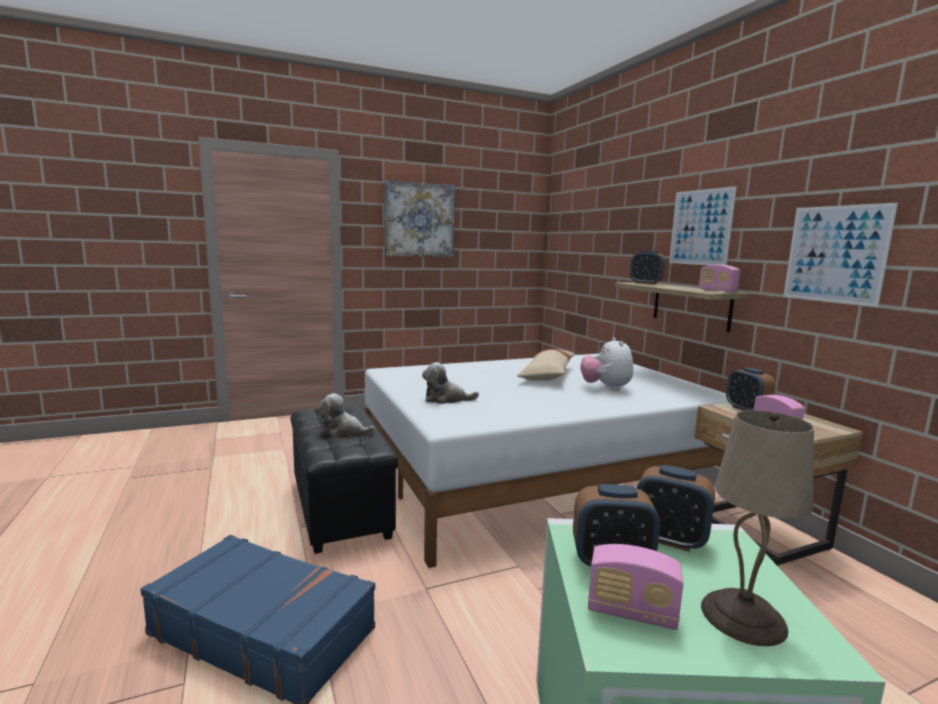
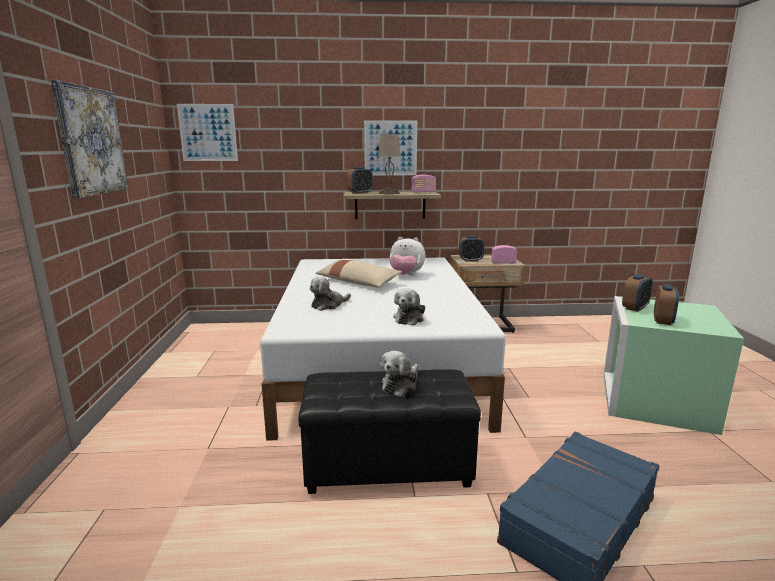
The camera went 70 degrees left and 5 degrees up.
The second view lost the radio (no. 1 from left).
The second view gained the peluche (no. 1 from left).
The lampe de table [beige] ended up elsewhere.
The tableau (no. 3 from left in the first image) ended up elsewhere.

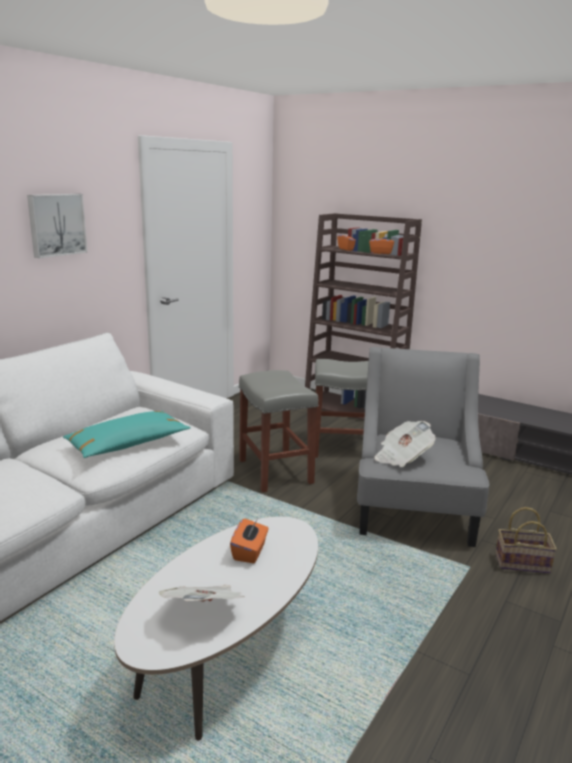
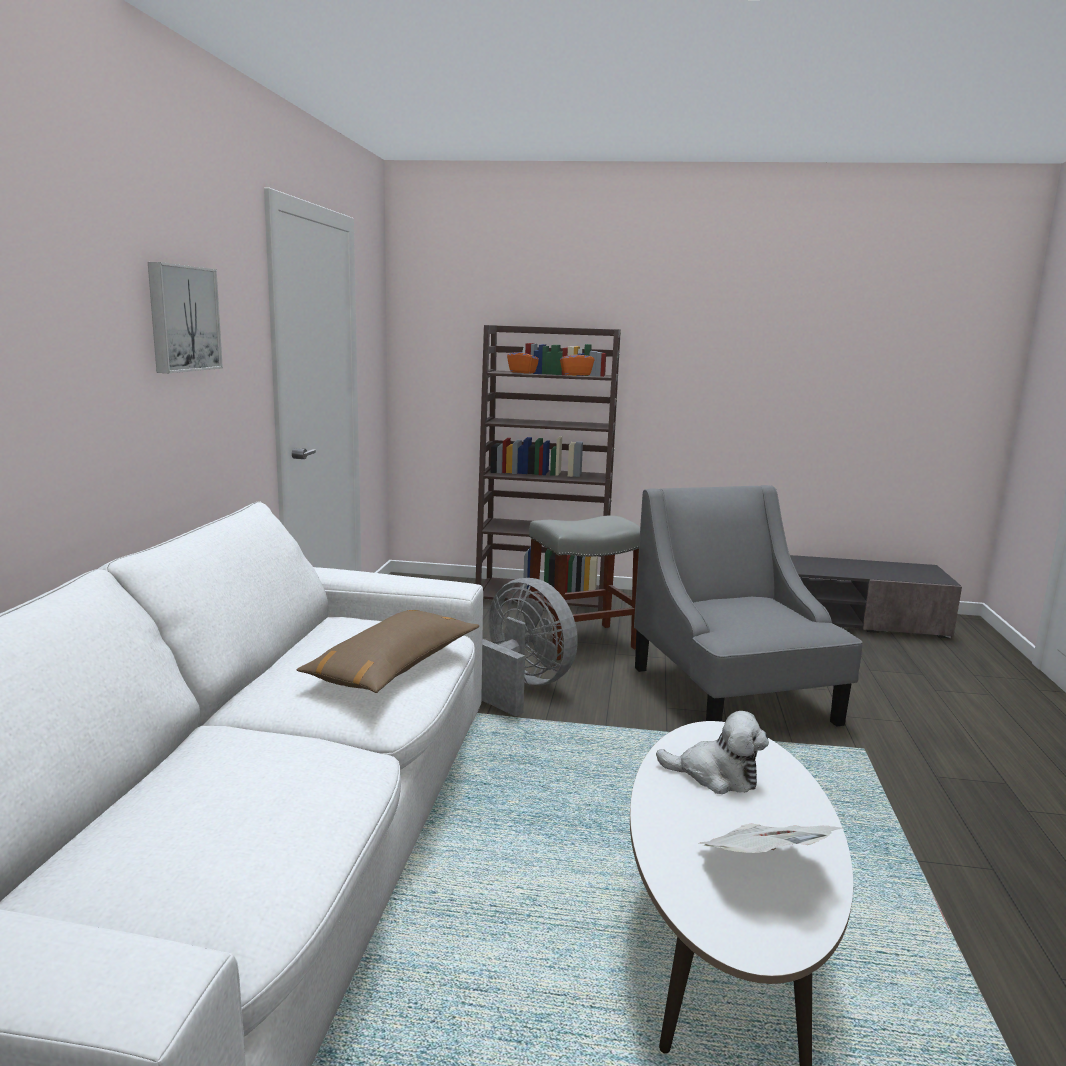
The camera went 25 degrees left and 5 degrees down.
The second view lost the journal (no. 2 from left).
The second view lost the panier.
Where the boîte à mouchoirs [orange] (no. 1 from left) stood, the peluche came to stand.
Where the tabouret [gris] (no. 1 from left) stood, the ventilateur [gris] came to stand.
What was the coussin [turquoise] turned into the coussin [marron].

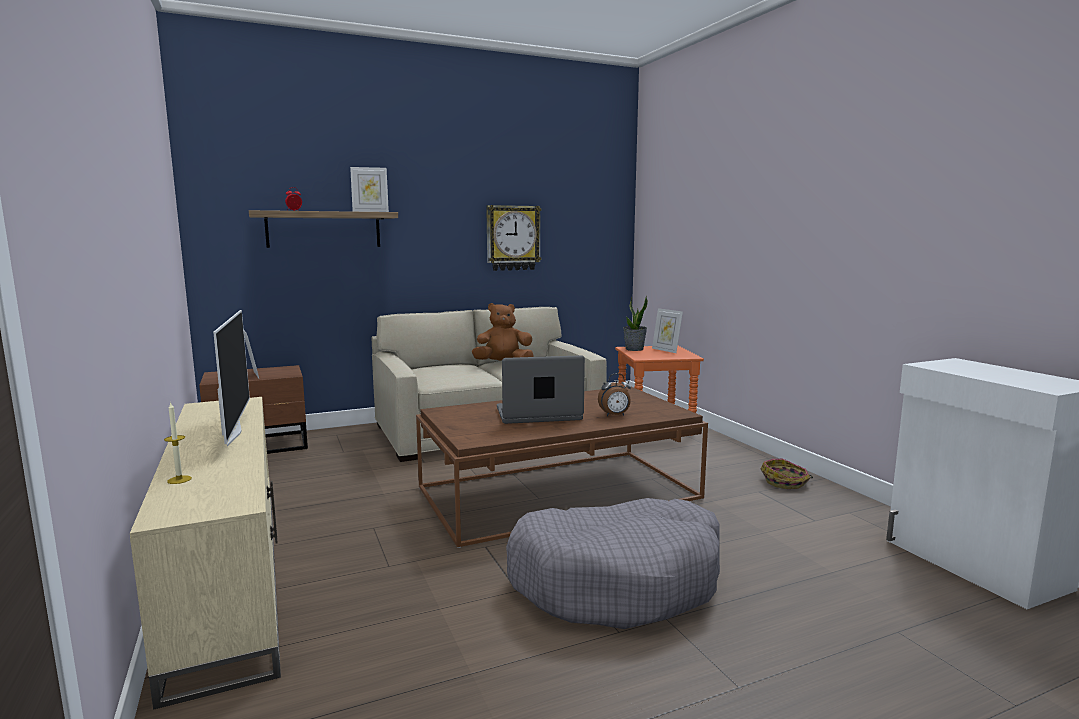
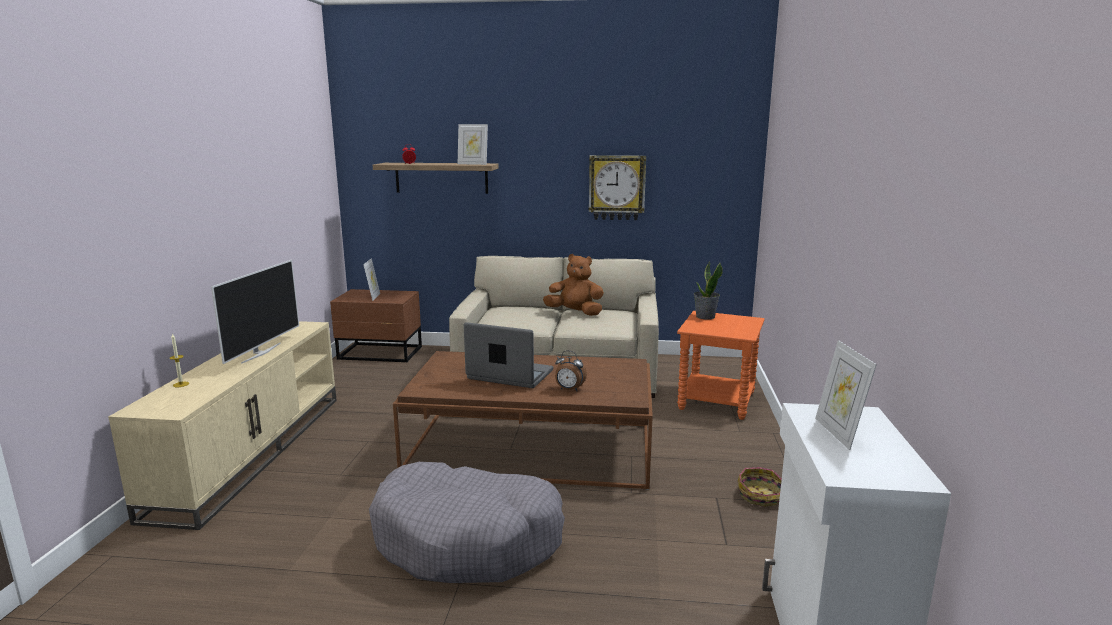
The camera went 30 degrees right and 5 degrees up.
The cadre photo (no. 3 from left) ended up elsewhere.

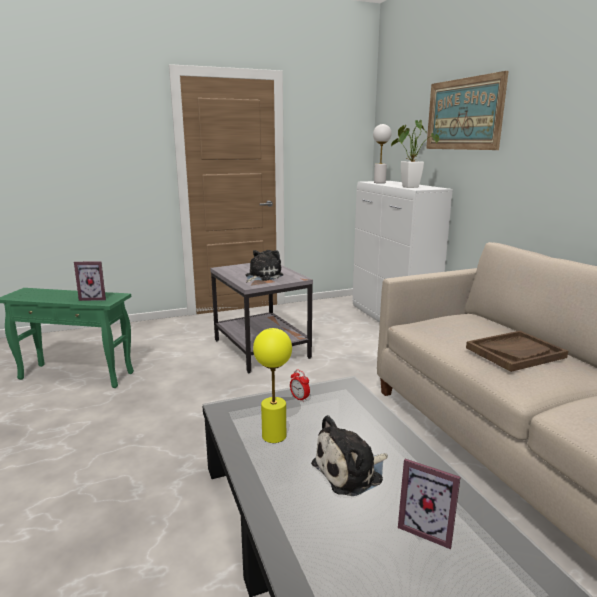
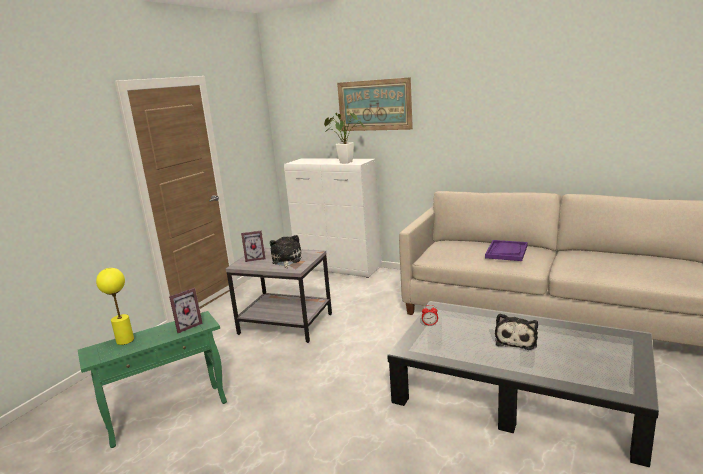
The camera went 40 degrees left and 0 degrees up.
The second view lost the lampe de table [blanc].
The lampe de table [jaune] ended up elsewhere.
The cadre photo (no. 2 from left) ended up elsewhere.
What was the plateau [marron] turned into the plateau [violet].

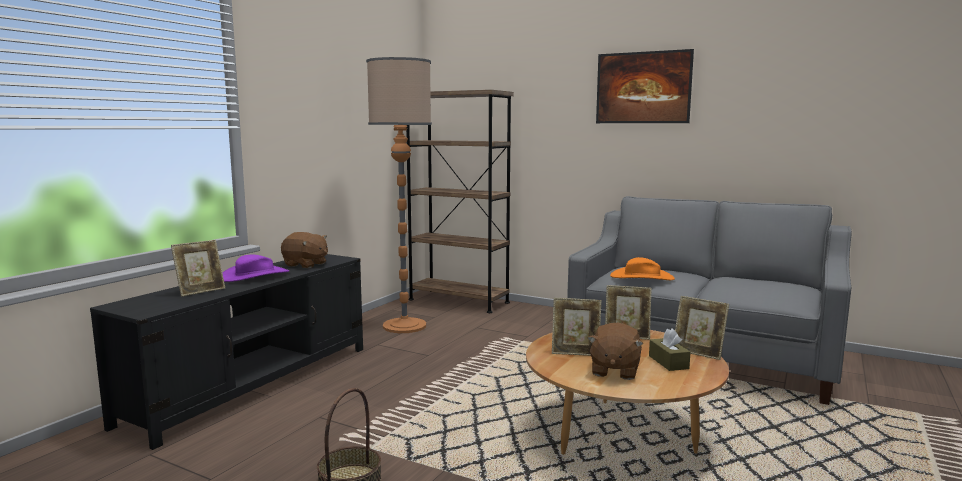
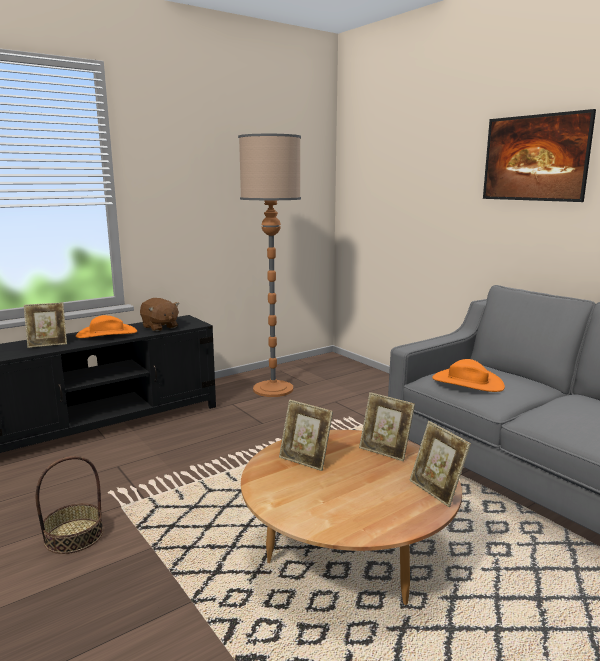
The camera went 25 degrees right and 5 degrees up.
The second view lost the bibliothèque [marron].
The second view lost the peluche [marron] (no. 2 from left).
The second view lost the boîte à mouchoirs [marron].
What was the chapeau [violet] turned into the chapeau [orange] (no. 1 from left).

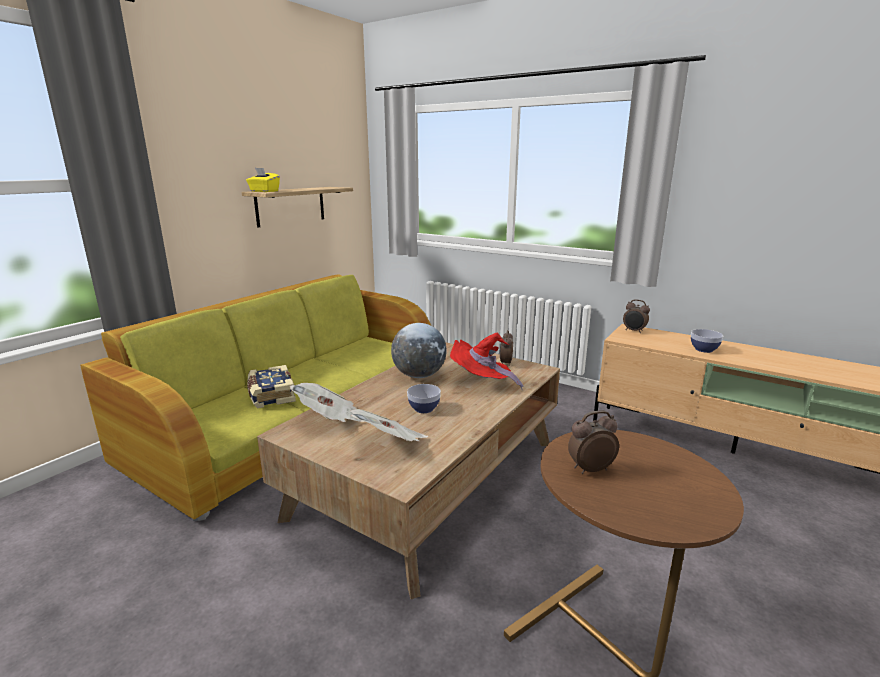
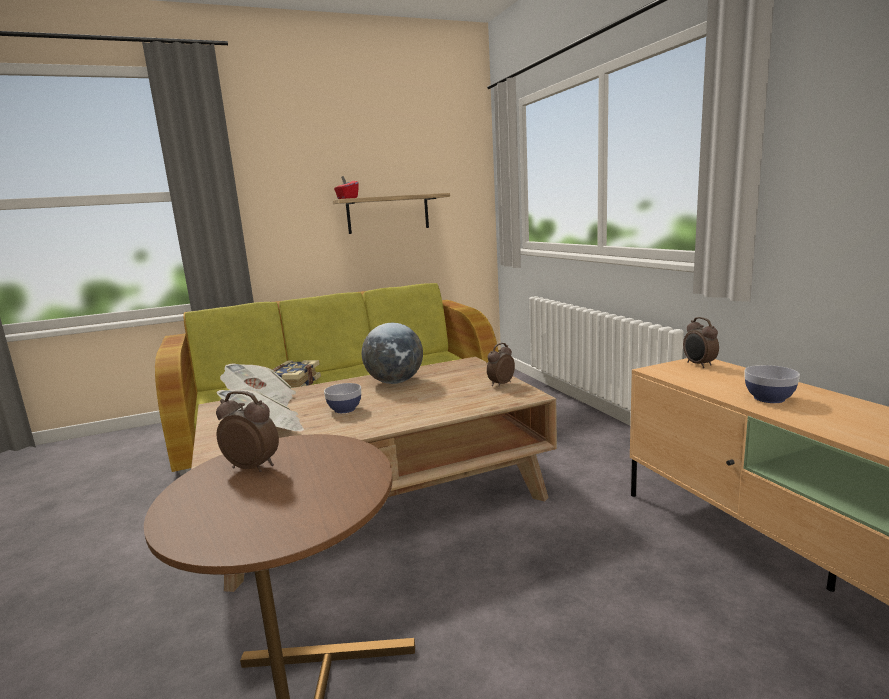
The camera went 35 degrees right and 5 degrees down.
The second view lost the chapeau [rouge].
What was the boîte à mouchoirs [jaune] turned into the boîte à mouchoirs [rouge].

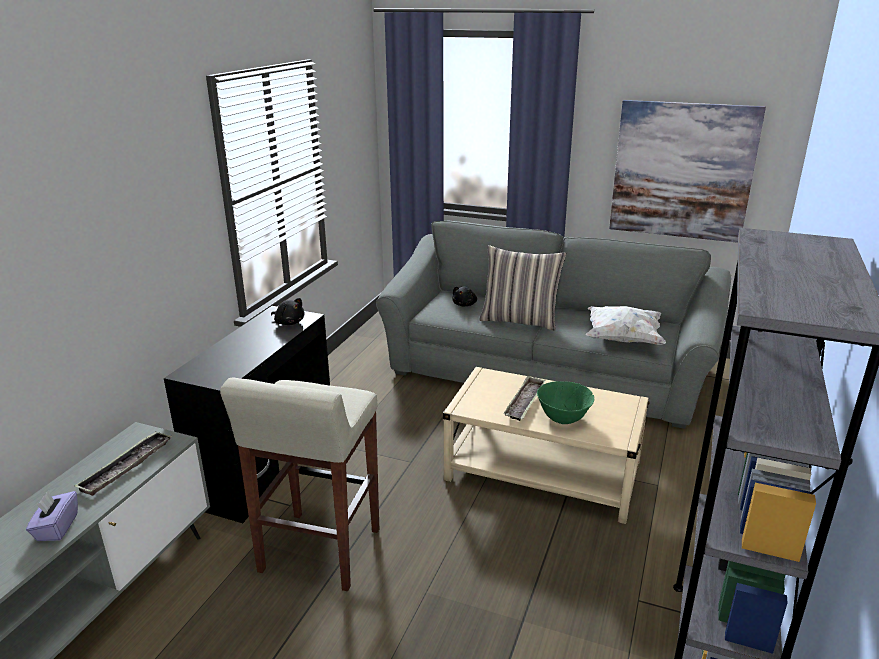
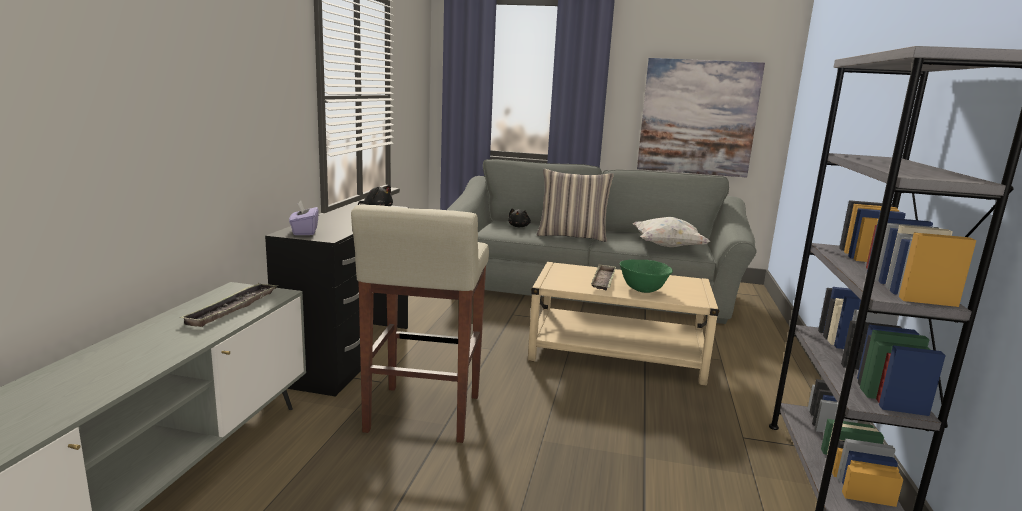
The camera went 10 degrees left and 10 degrees down.
The boîte à mouchoirs [violet] ended up elsewhere.

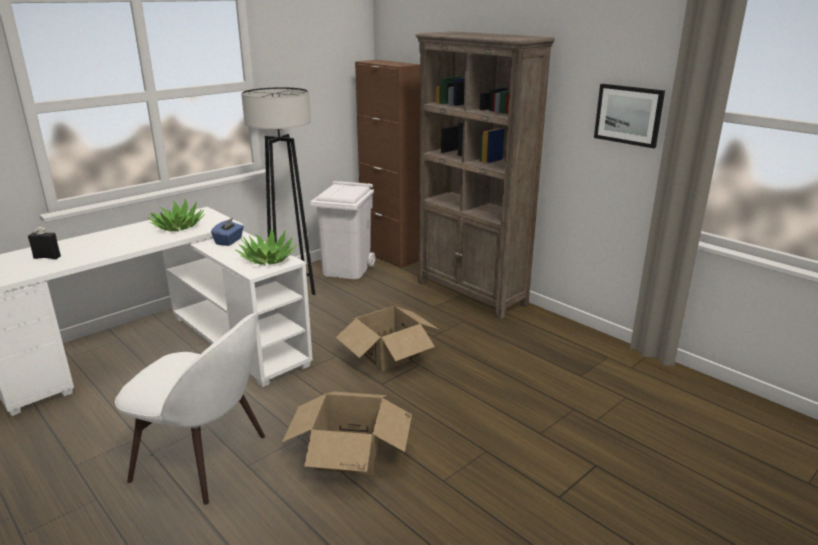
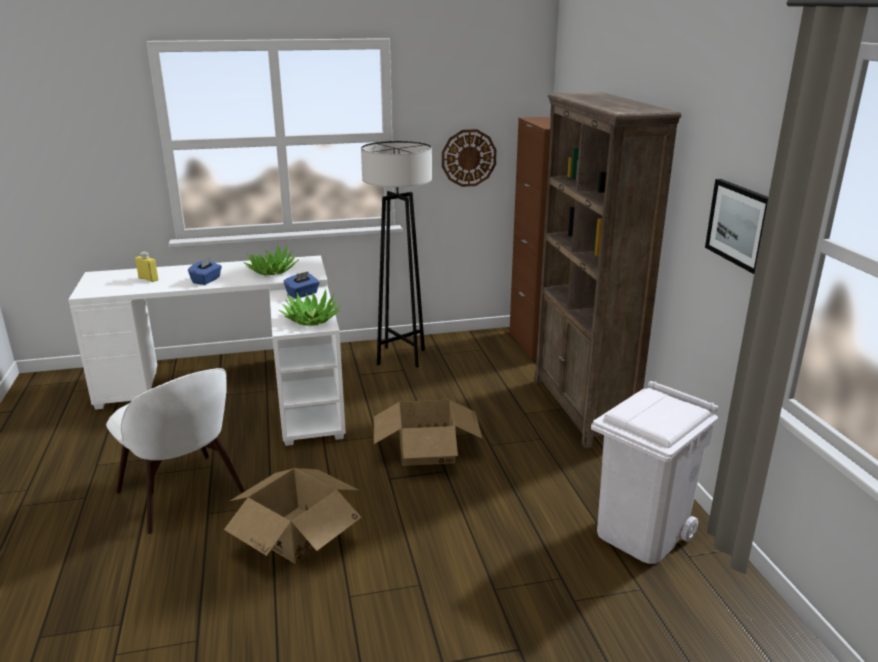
The camera went 30 degrees right and 0 degrees up.
The second view gained the boîte à mouchoirs [bleu] (no. 1 from left).
The second view gained the horloge murale.
The poubelle [blanc] ended up elsewhere.
What was the bouteille [noir] turned into the bouteille [jaune].

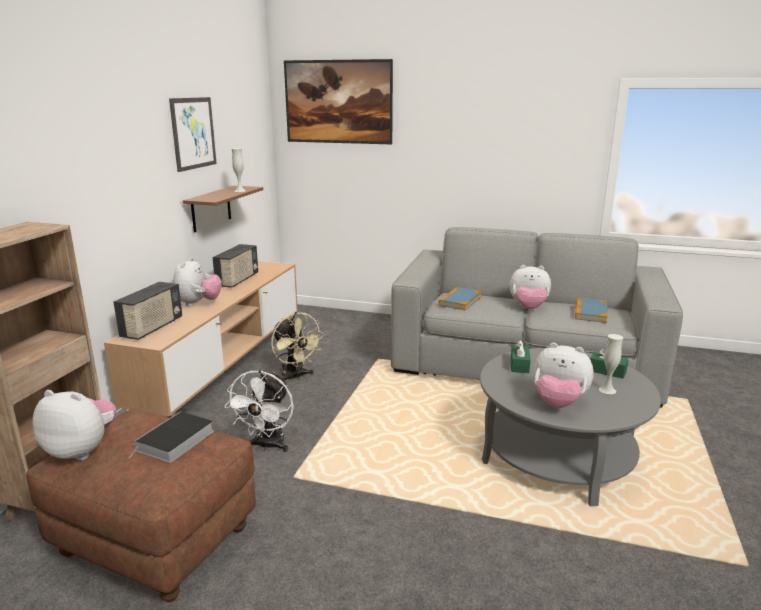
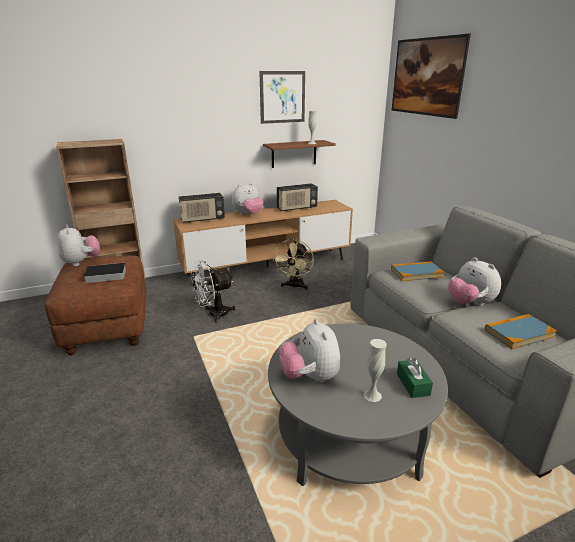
The camera went 50 degrees right and 5 degrees up.
The second view lost the boîte à mouchoirs [vert] (no. 1 from left).

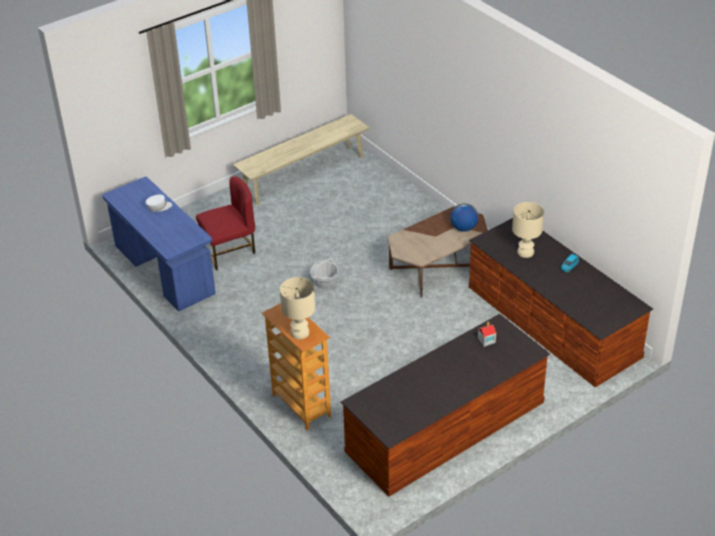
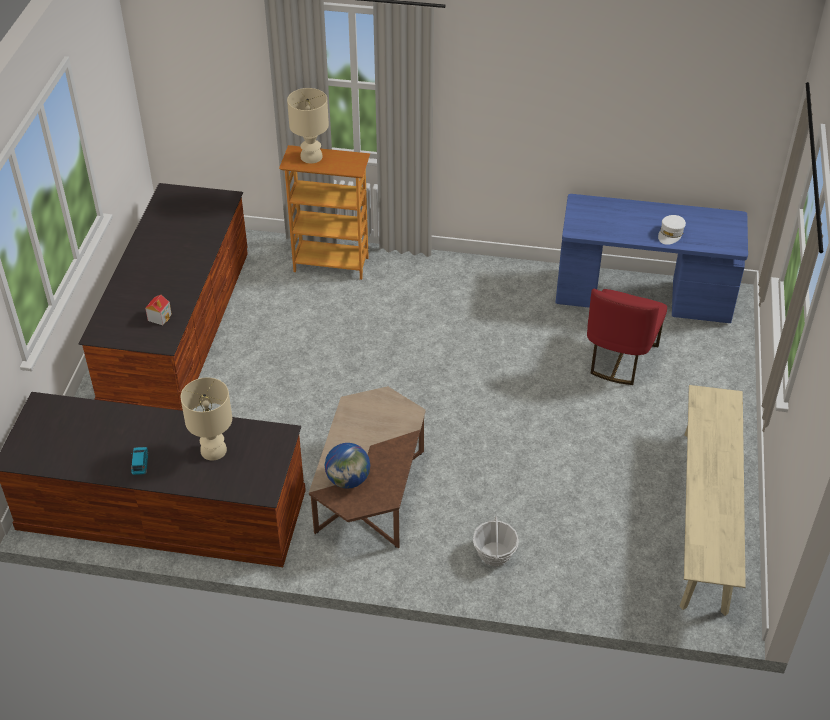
The camera went 135 degrees right and 5 degrees up.
The panier ended up elsewhere.

